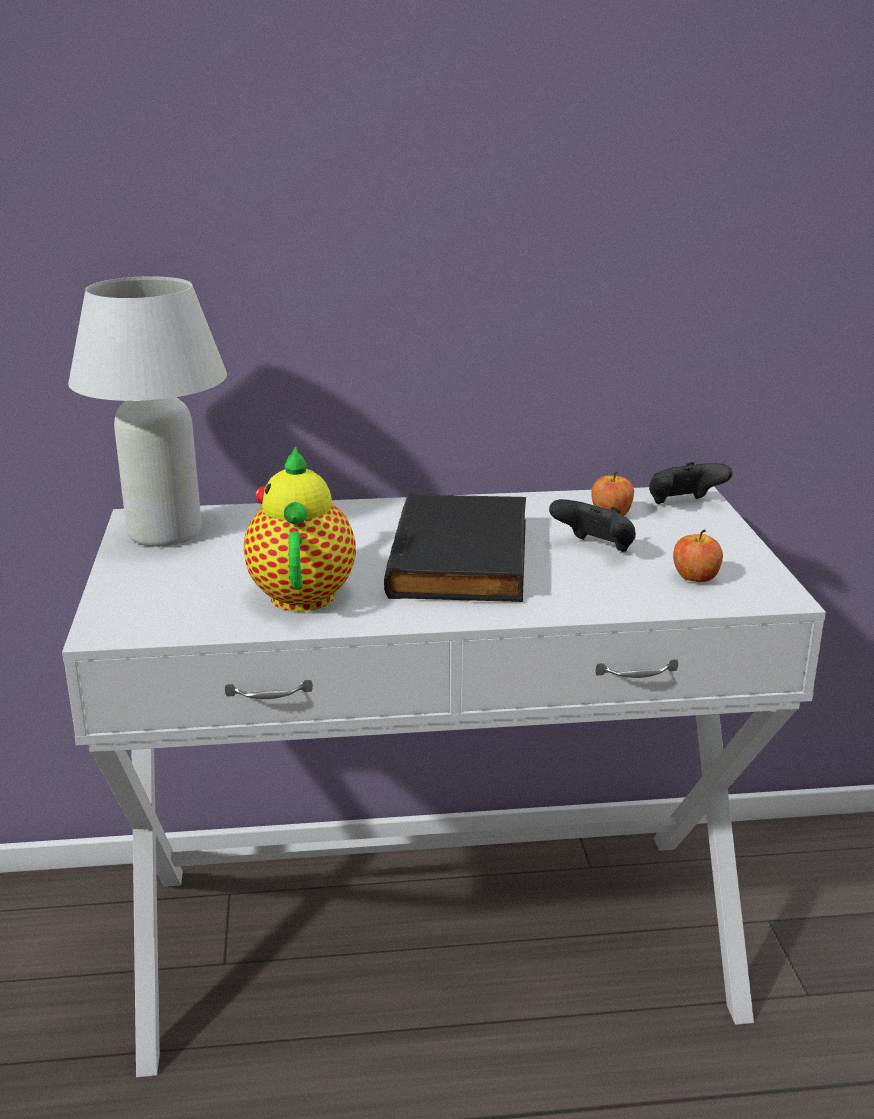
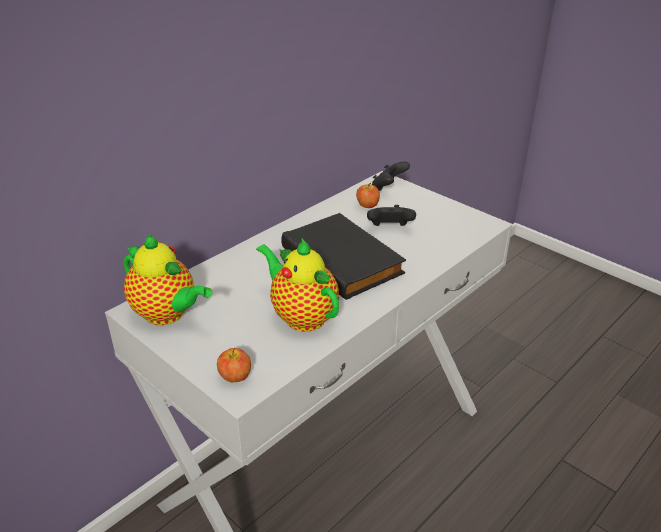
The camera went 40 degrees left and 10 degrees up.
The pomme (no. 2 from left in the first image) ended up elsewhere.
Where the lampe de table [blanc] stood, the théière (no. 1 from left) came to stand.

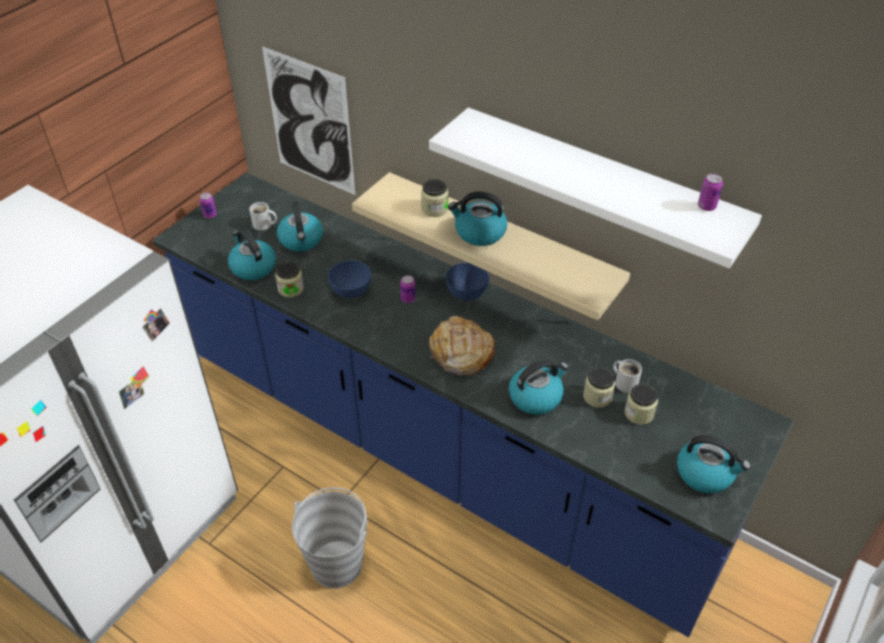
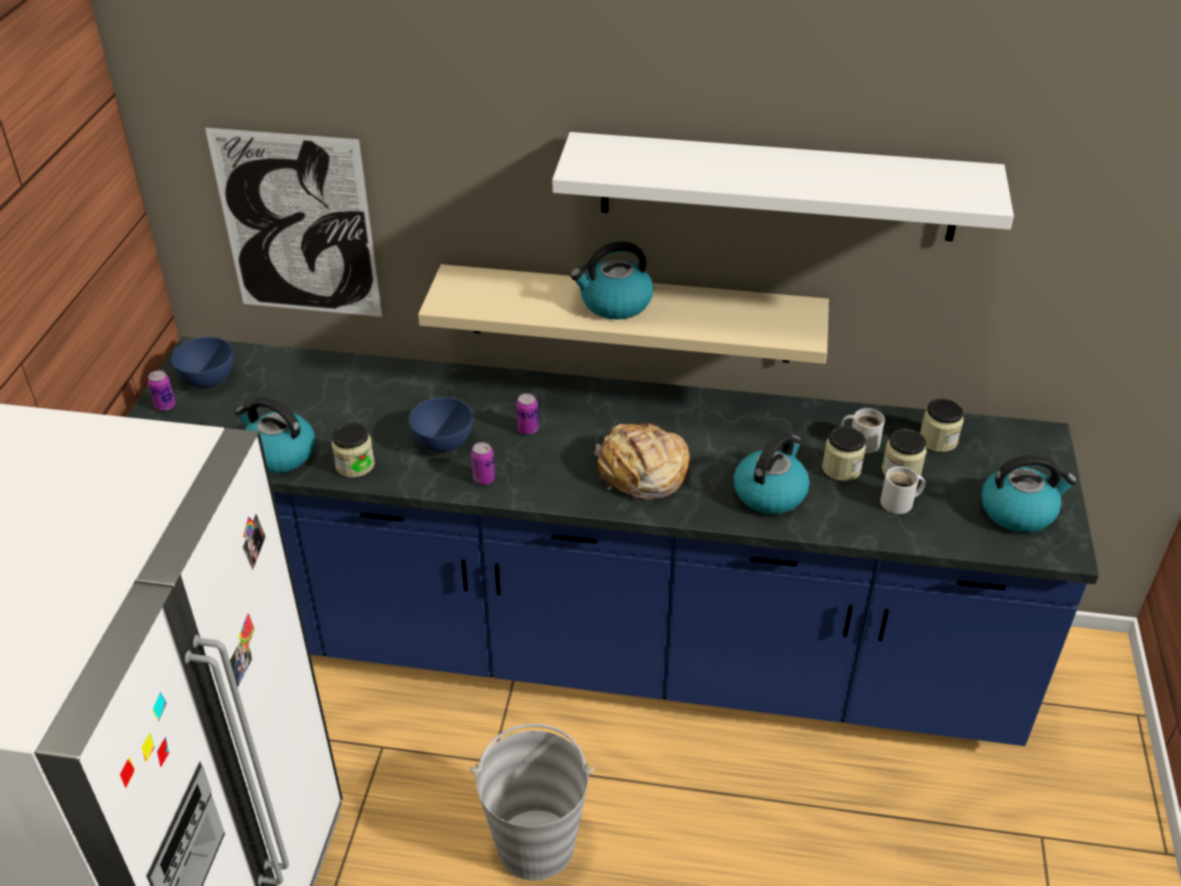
The camera went 25 degrees left and 5 degrees down.
The second view lost the bouilloire (no. 2 from left).
The mug [blanc] (no. 1 from left in the first image) ended up elsewhere.
The bocal (no. 2 from left in the first image) ended up elsewhere.
The bol [bleu] (no. 2 from left in the first image) ended up elsewhere.
The boîte métallique (no. 3 from left in the first image) ended up elsewhere.

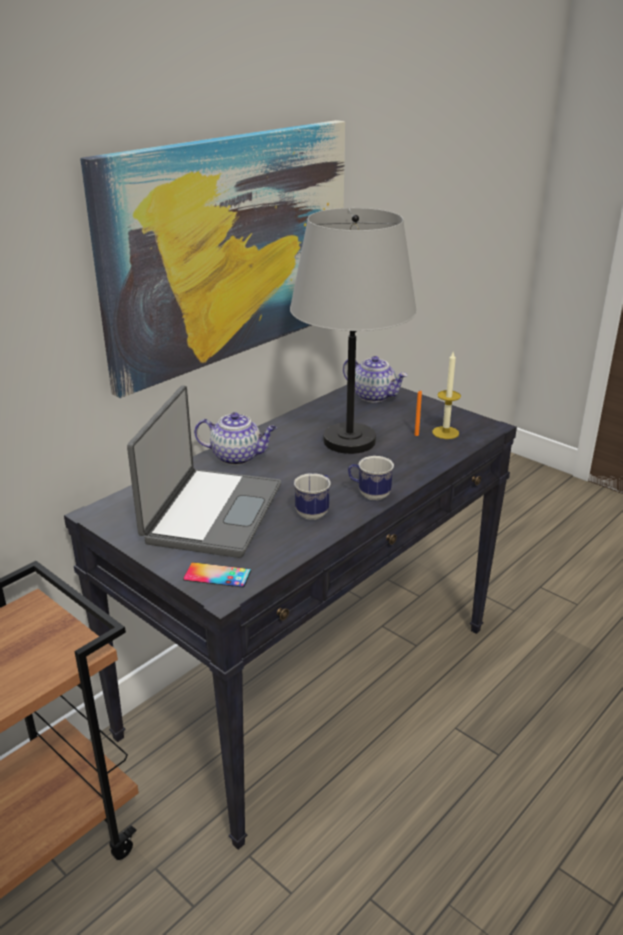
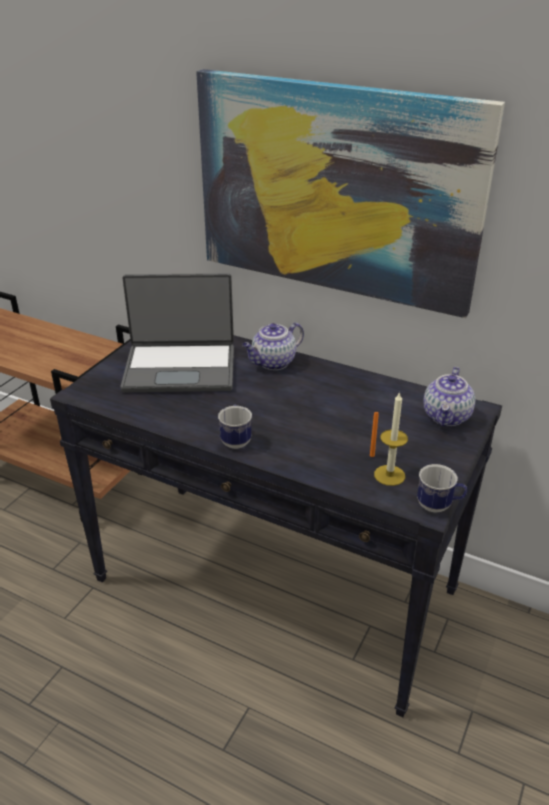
The camera went 75 degrees right and 5 degrees up.
The second view lost the téléphone.
The second view lost the lampe de table [gris].
The mug (no. 1 from left in the first image) ended up elsewhere.
The théière (no. 1 from left) ended up facing another way, 60 degrees clockwise from before.

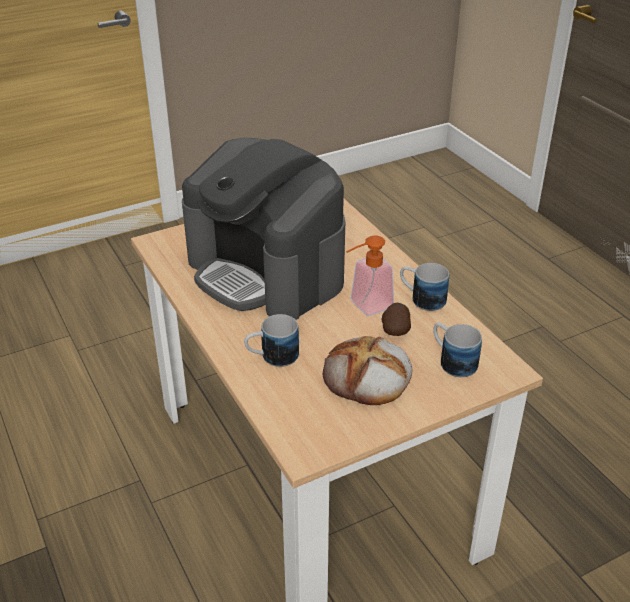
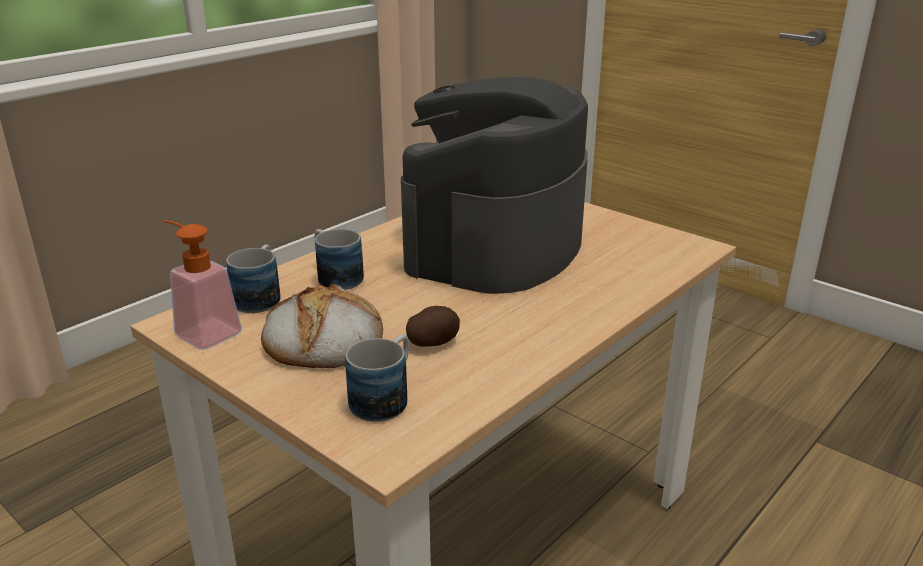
The camera went 70 degrees right and 10 degrees down.
The distributeur de savon ended up elsewhere.
The mug (no. 2 from left in the first image) ended up elsewhere.

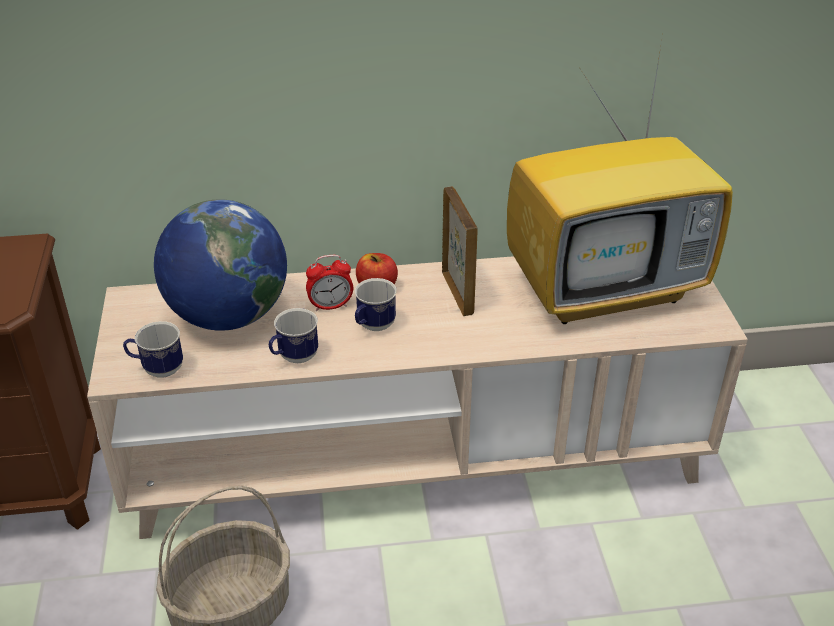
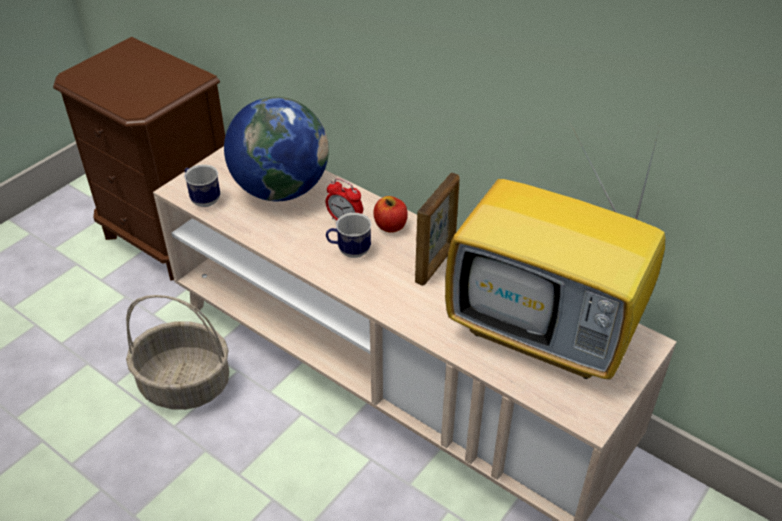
The camera went 45 degrees right and 5 degrees up.
The second view lost the mug (no. 2 from left).

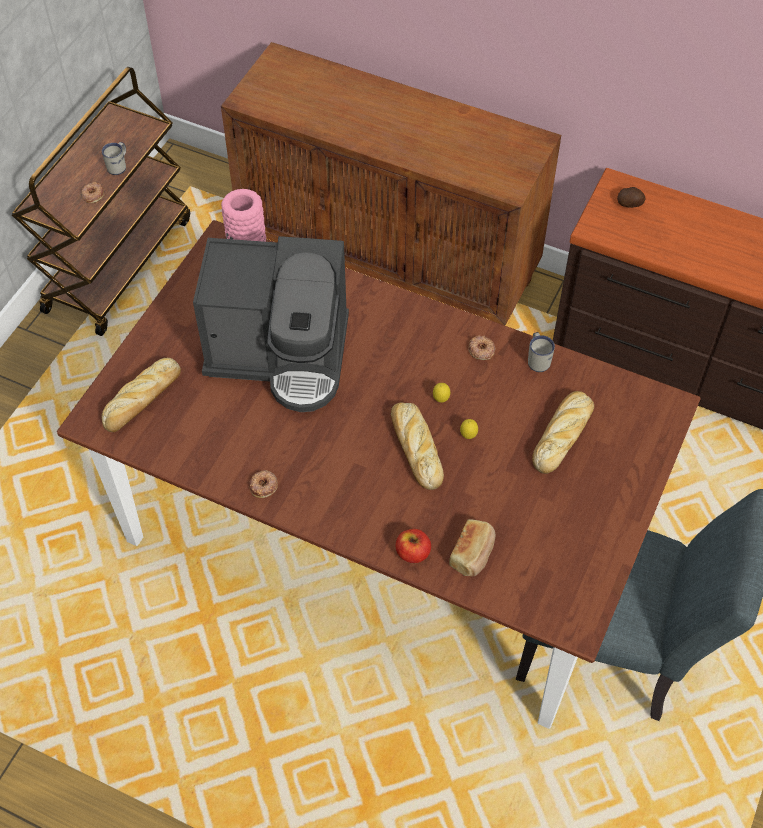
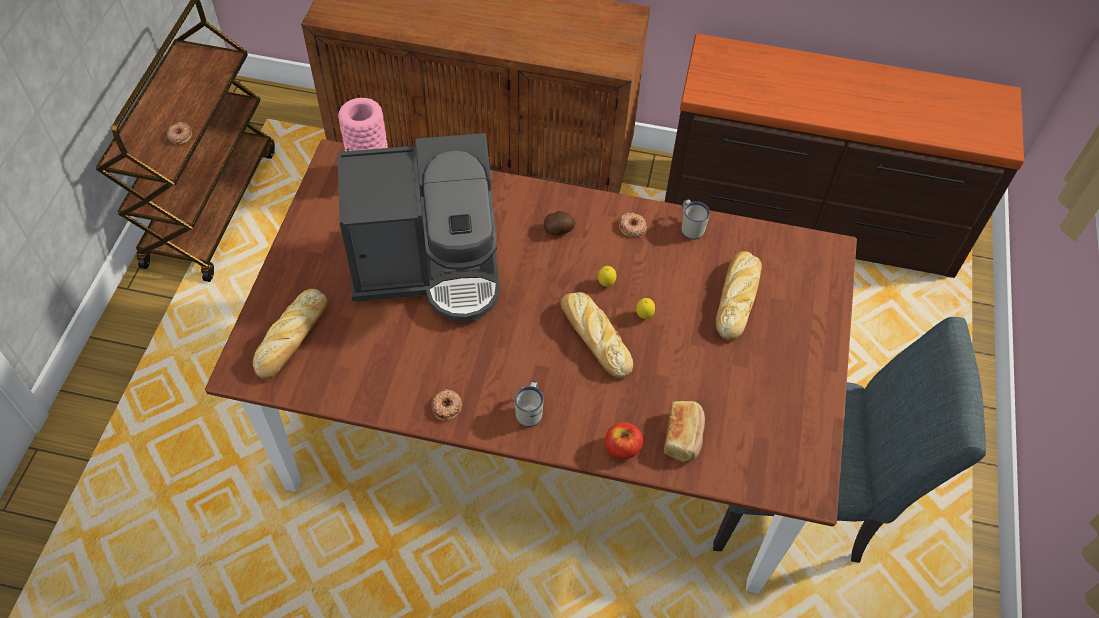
The camera went 15 degrees left and 0 degrees up.
The mug [blanc] (no. 1 from left) ended up elsewhere.
The pomme de terre ended up elsewhere.

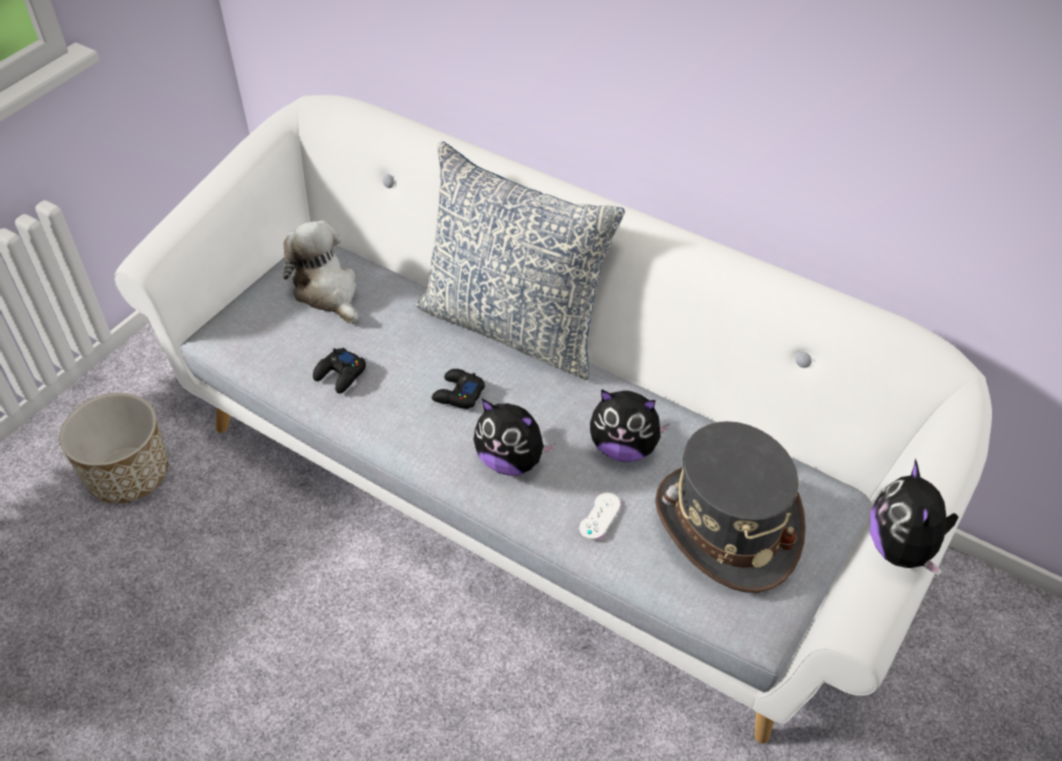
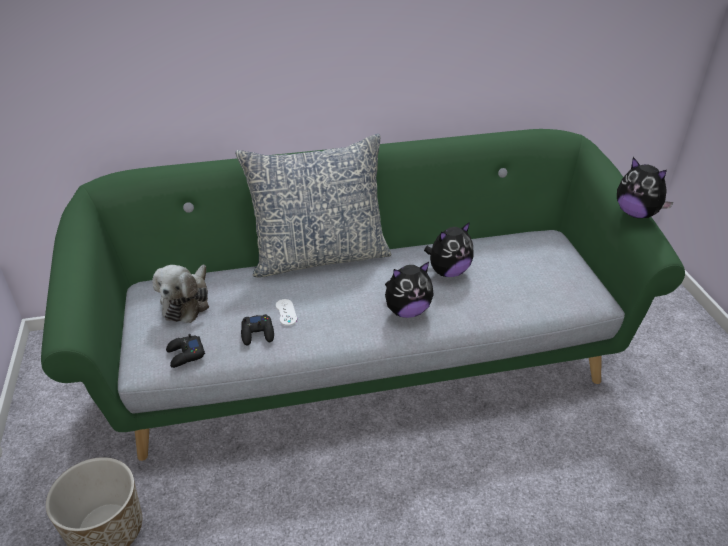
The camera went 45 degrees left and 10 degrees down.
The second view lost the chapeau [gris].
The manette [noir] (no. 2 from left in the first image) ended up elsewhere.
The manette [blanc] ended up elsewhere.
What was the canapé [blanc] turned into the canapé [vert].
The peluche (no. 1 from left) ended up facing another way, 90 degrees counterclockwise from before.

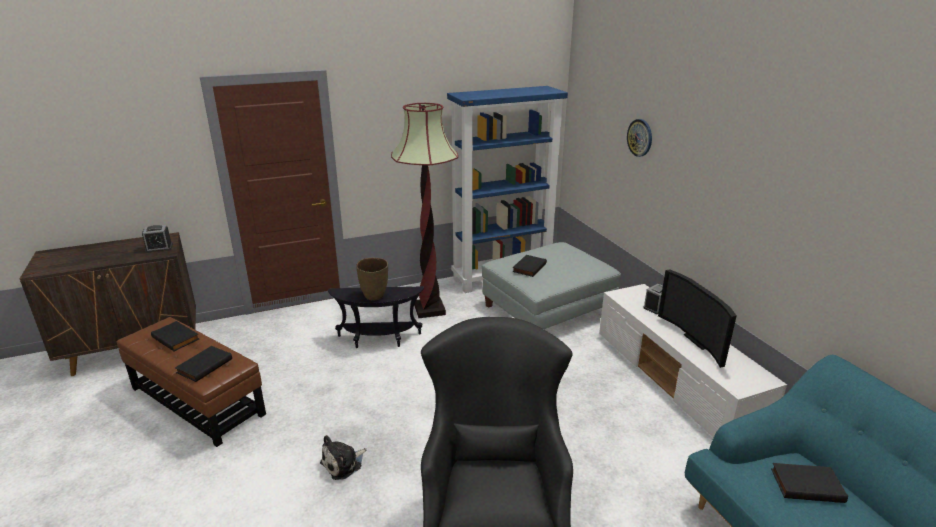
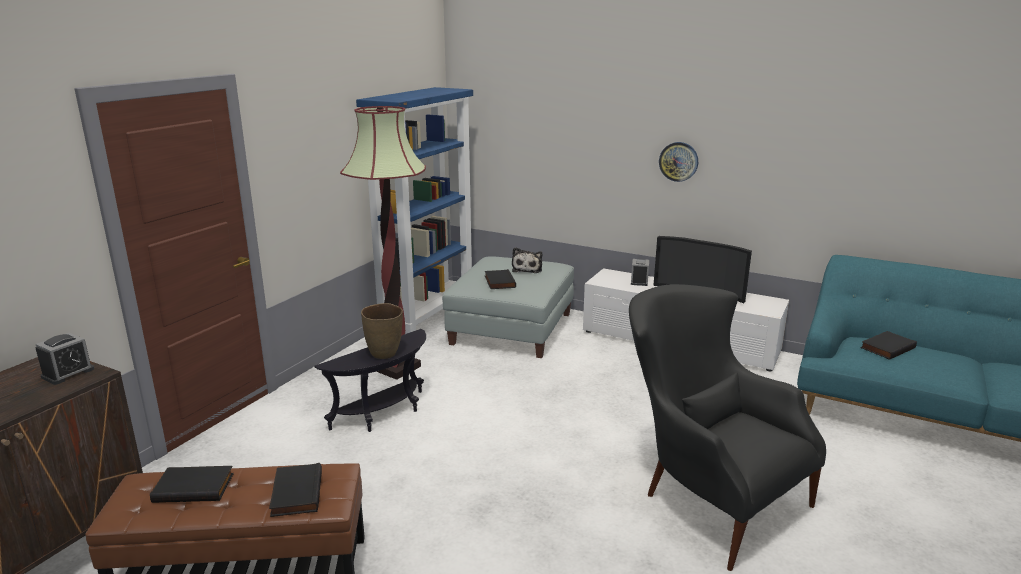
The camera went 40 degrees left and 5 degrees down.
The peluche ended up elsewhere.
The horloge murale ended up elsewhere.

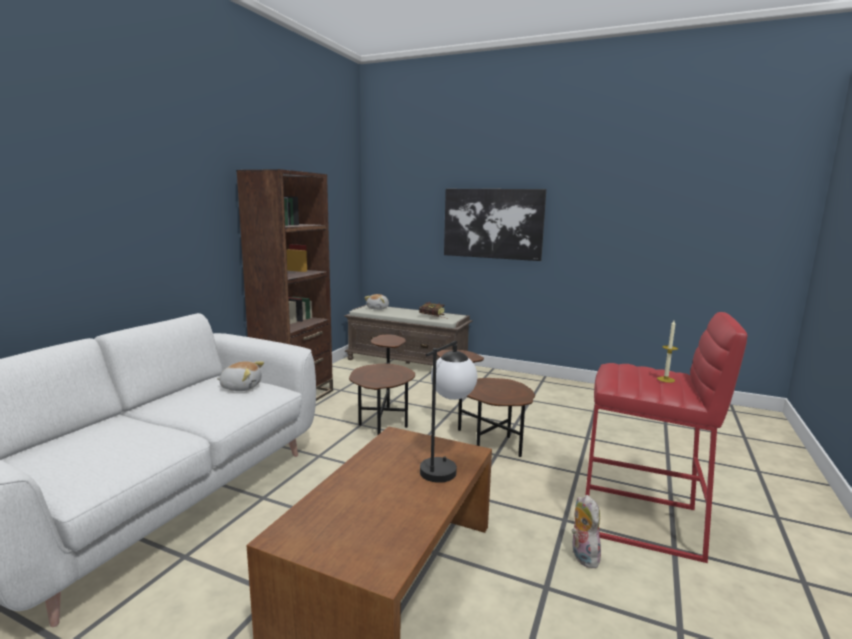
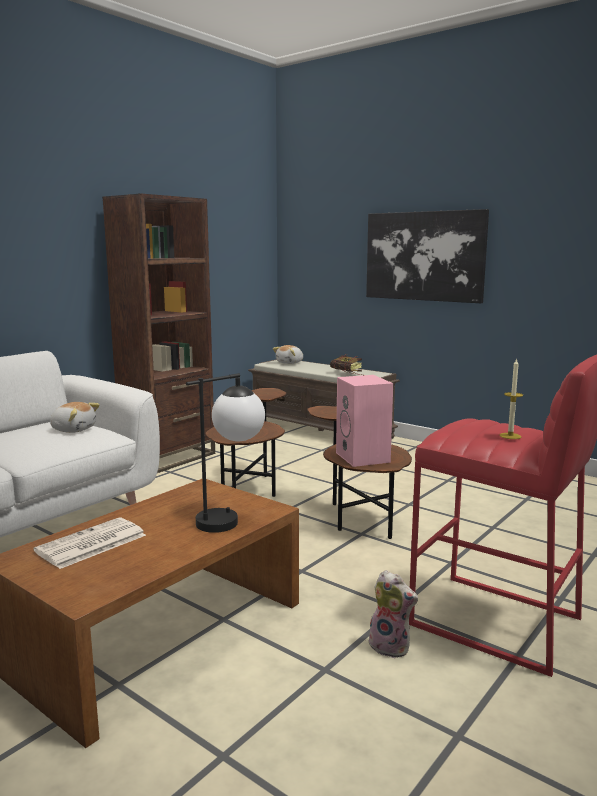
The camera went 15 degrees right and 0 degrees up.
The second view gained the journal.
The second view gained the enceinte [rose].
The peluche (no. 3 from left) ended up facing another way, 120 degrees clockwise from before.

